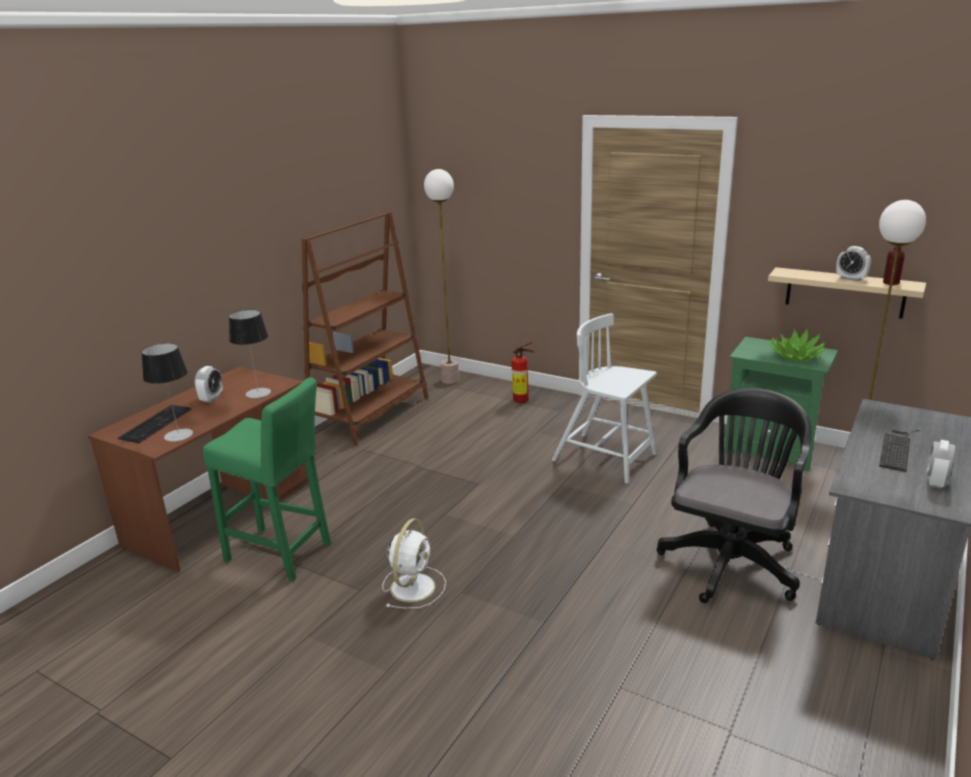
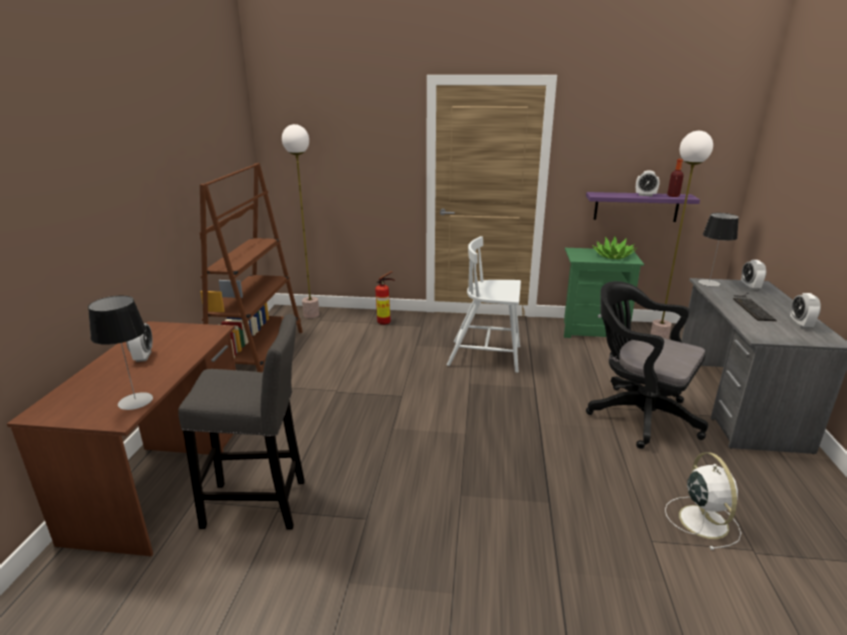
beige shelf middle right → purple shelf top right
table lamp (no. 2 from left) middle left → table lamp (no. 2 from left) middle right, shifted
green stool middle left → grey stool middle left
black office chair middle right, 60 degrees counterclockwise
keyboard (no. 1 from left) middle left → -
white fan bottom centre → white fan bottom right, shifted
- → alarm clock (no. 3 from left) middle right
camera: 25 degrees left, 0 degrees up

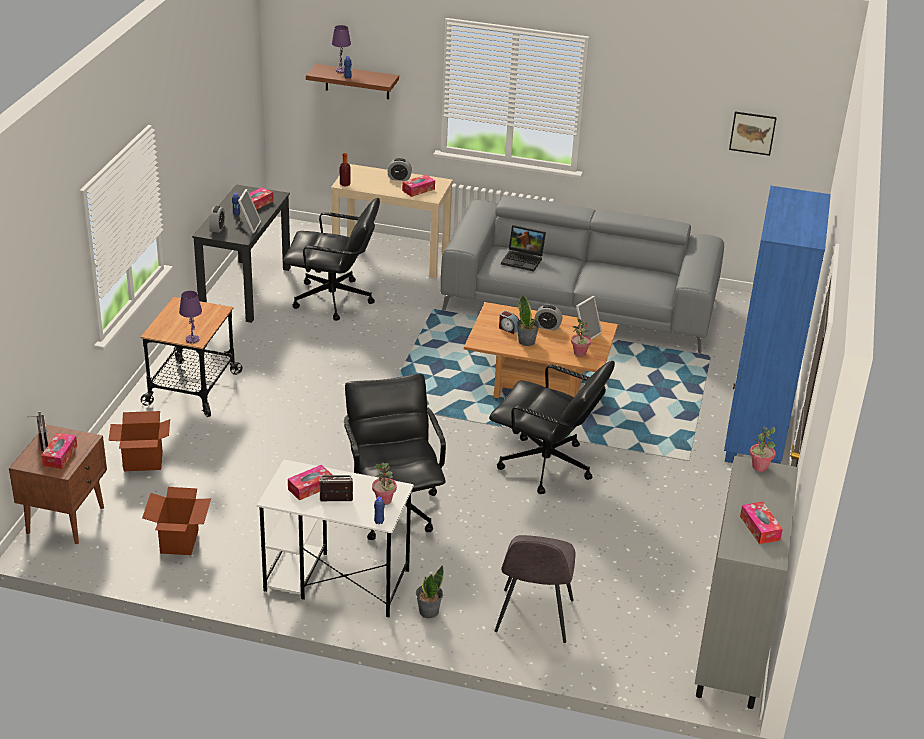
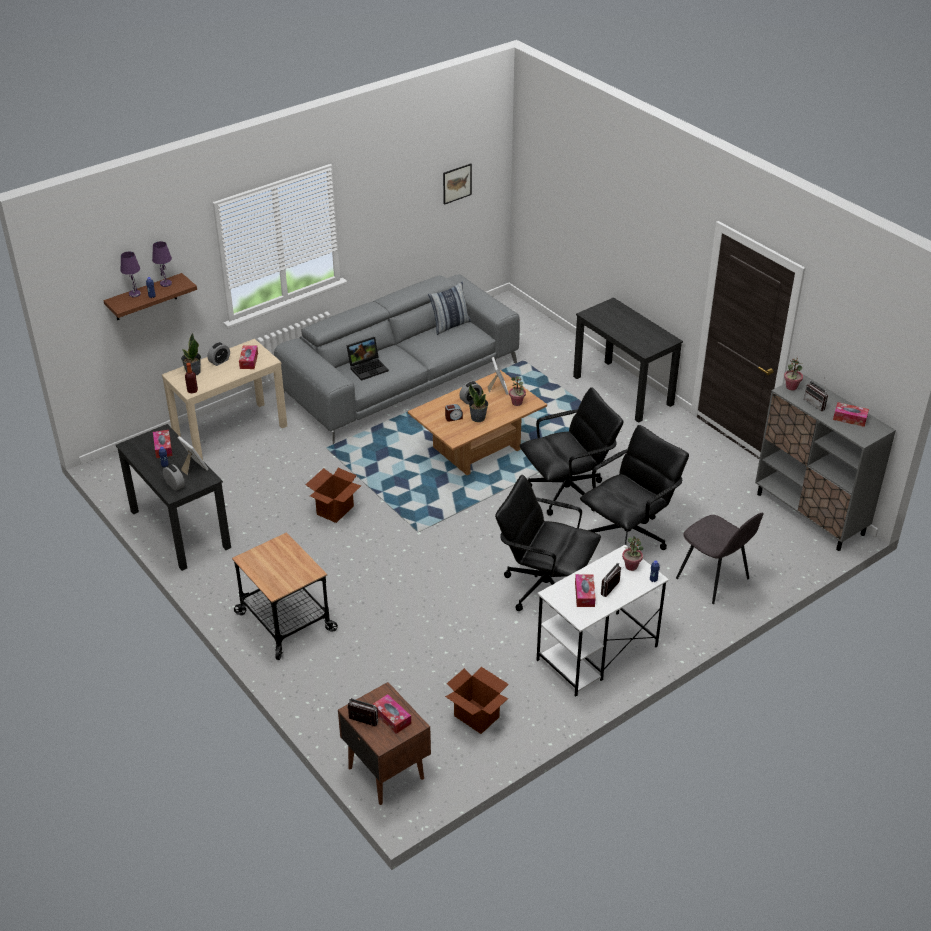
blue bookcase middle right → black desk (no. 2 from left) middle right
black office chair (no. 1 from left in the first image) centre → black office chair (no. 3 from left) middle right, shifted
purple table lamp (no. 1 from left in the first image) middle left → purple table lamp (no. 2 from left) top left, shifted
cardboard box (no. 1 from left) middle left → cardboard box (no. 1 from left) centre, shifted
potted plant (no. 2 from left in the first image) bottom centre → potted plant (no. 1 from left) middle left, shifted
- → pillow top centre
- → radio (no. 3 from left) middle right
camera: 50 degrees left, 5 degrees up

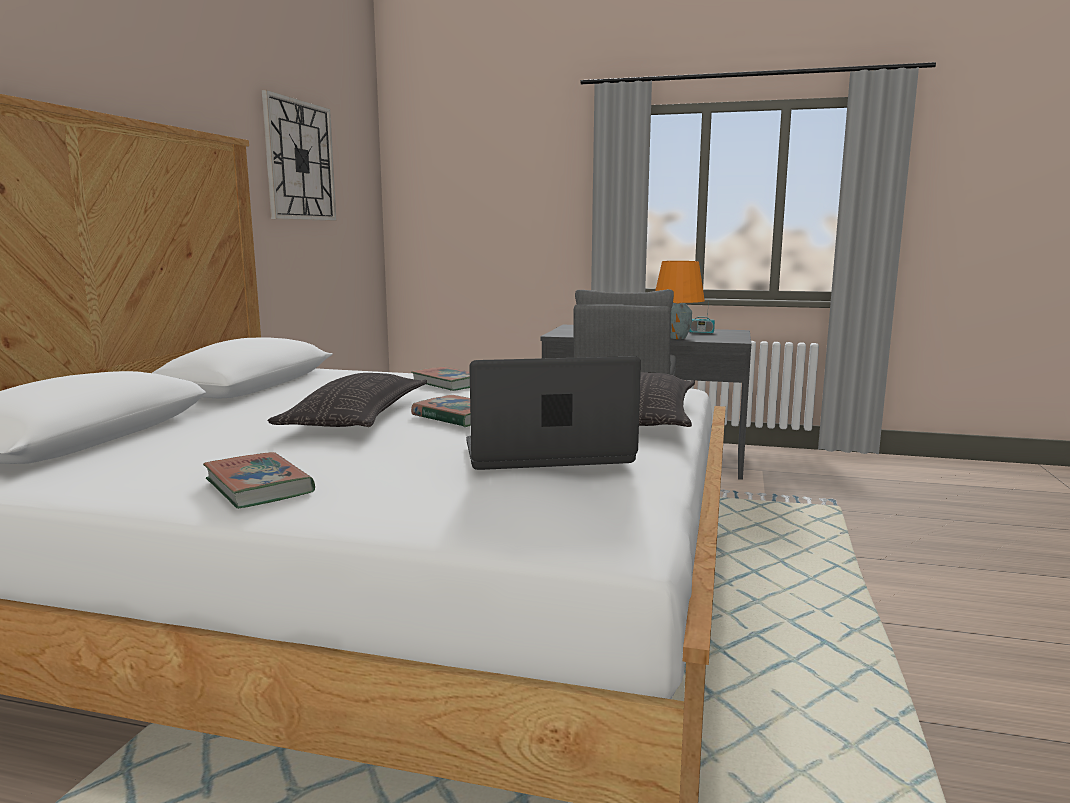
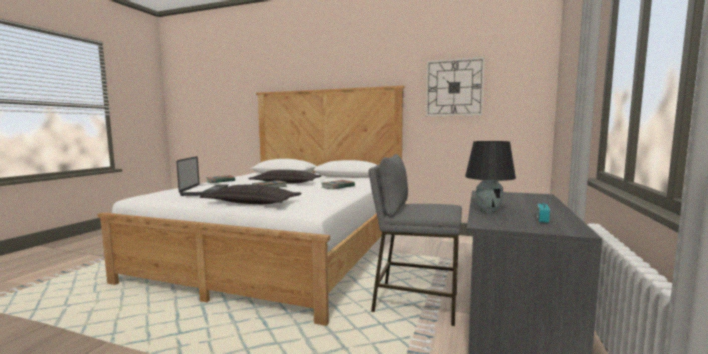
orange table lamp centre → black table lamp middle right
camera: 95 degrees right, 5 degrees down

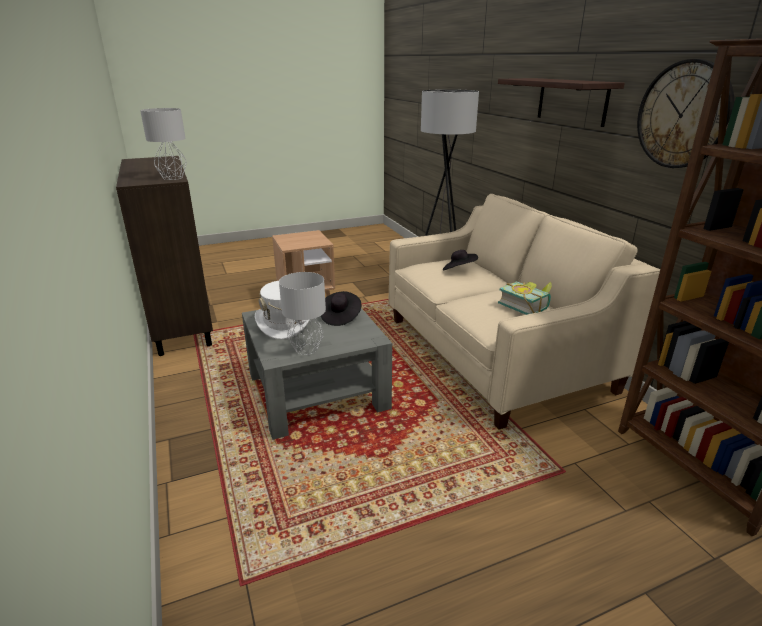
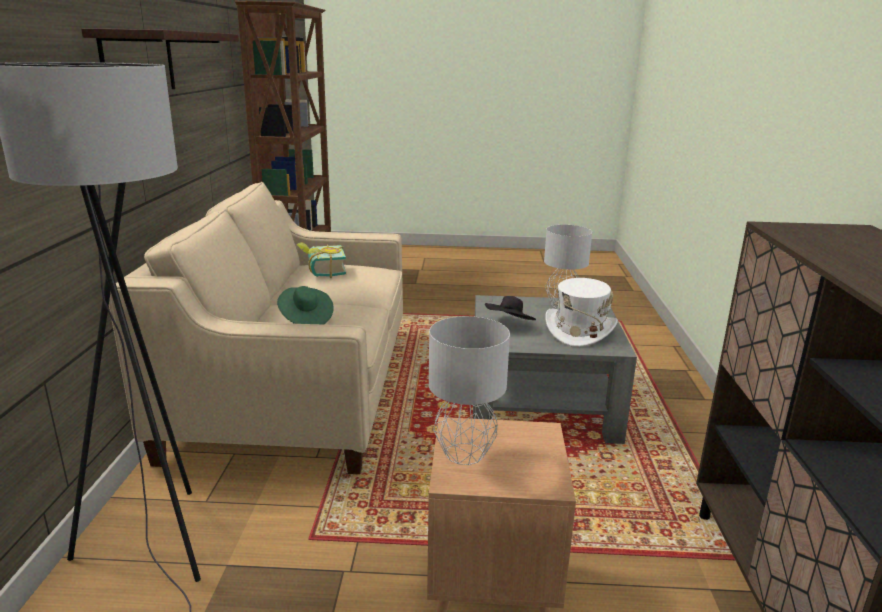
wall clock top right → -
grey table lamp (no. 1 from left) top left → grey table lamp (no. 1 from left) centre, shifted
black hat (no. 2 from left) centre → green hat centre
camera: 155 degrees left, 5 degrees down

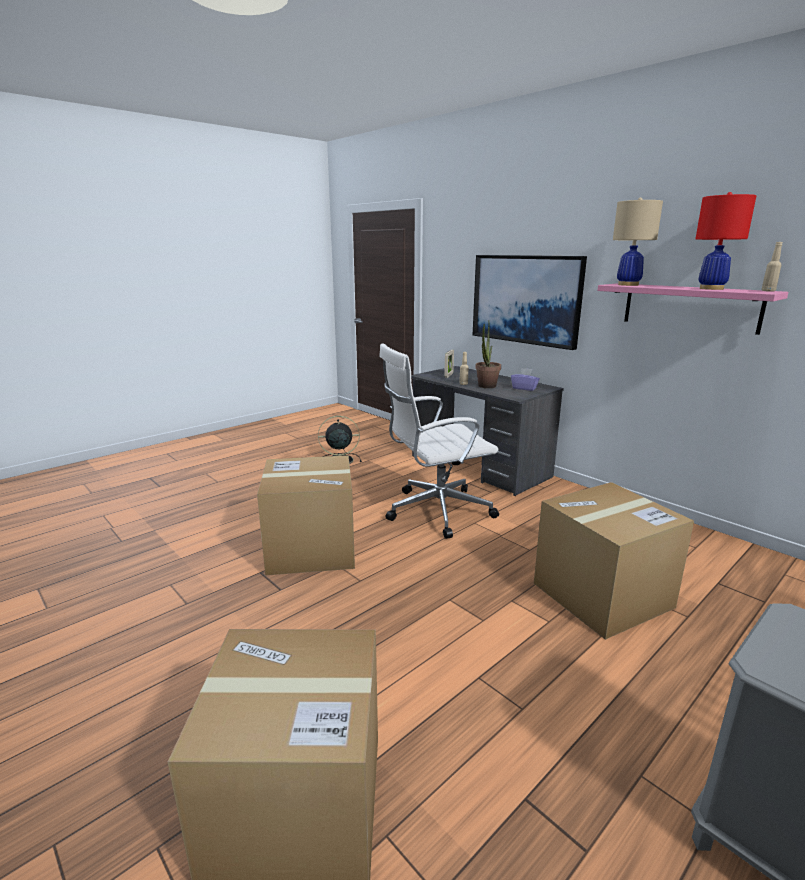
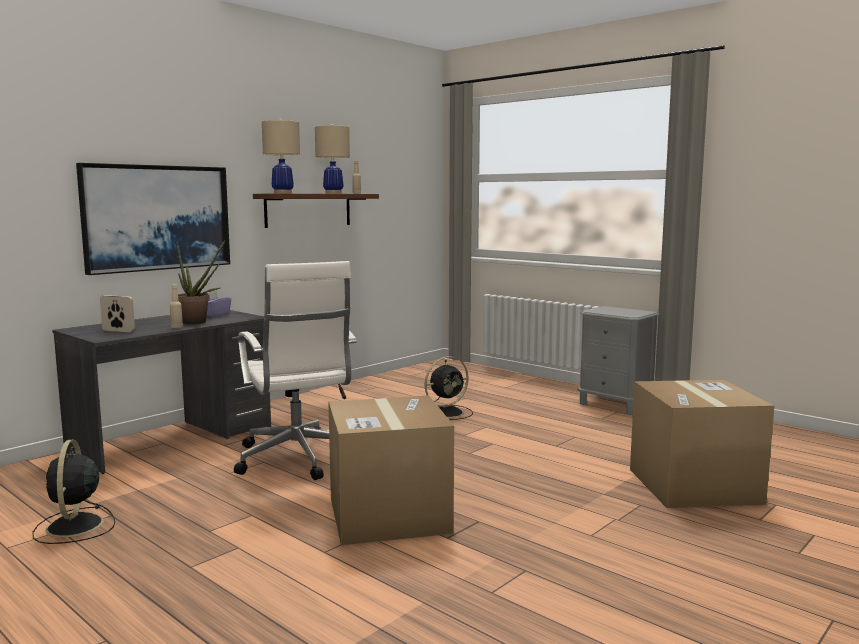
red table lamp top right → beige table lamp (no. 2 from left) top centre
pink shelf middle right → brown shelf top centre
cardboard box (no. 3 from left) middle right → black fan (no. 2 from left) centre
camera: 95 degrees left, 10 degrees down

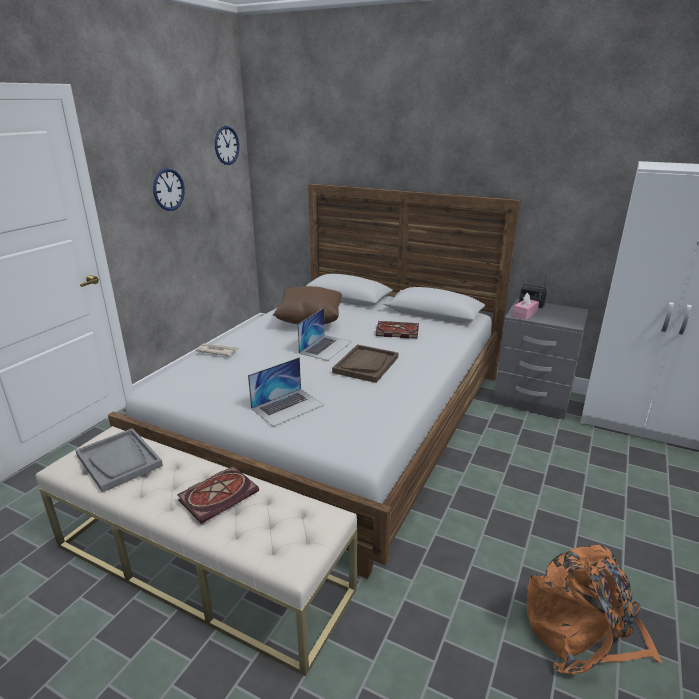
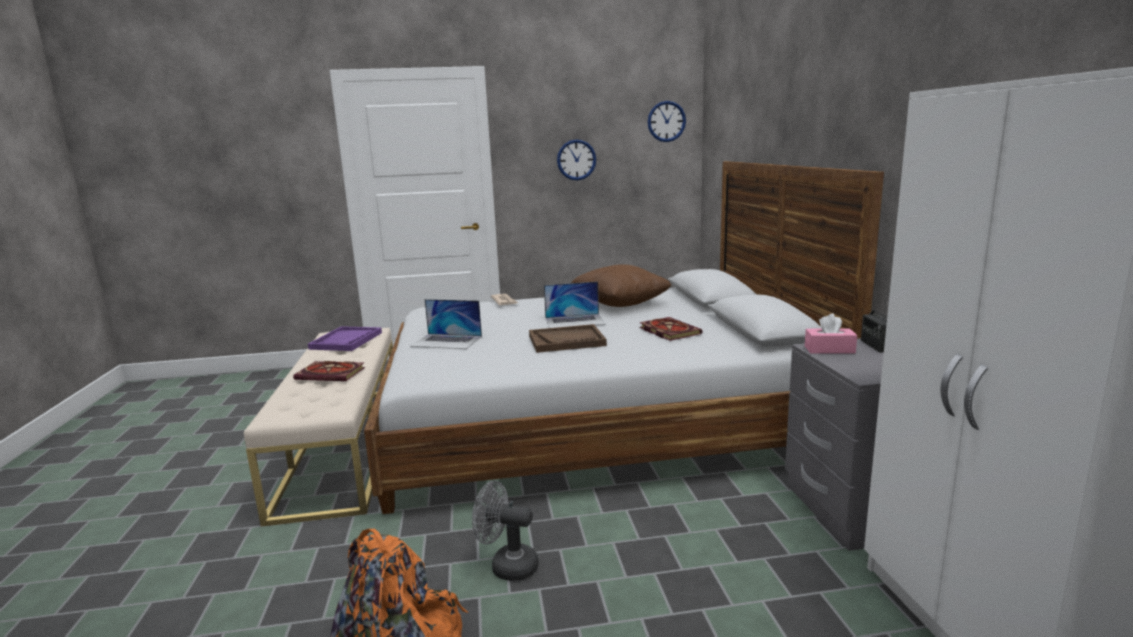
grey tray middle left → purple tray middle left
- → grey fan bottom centre
camera: 55 degrees right, 10 degrees down

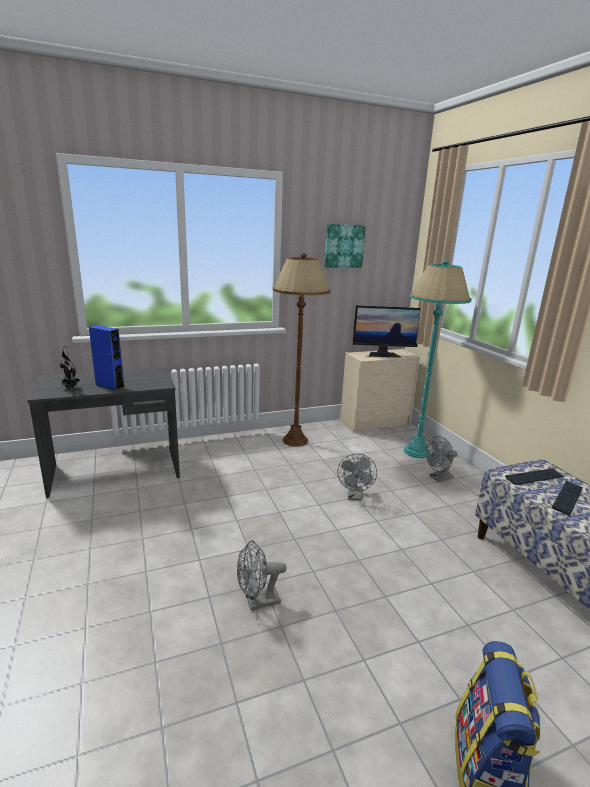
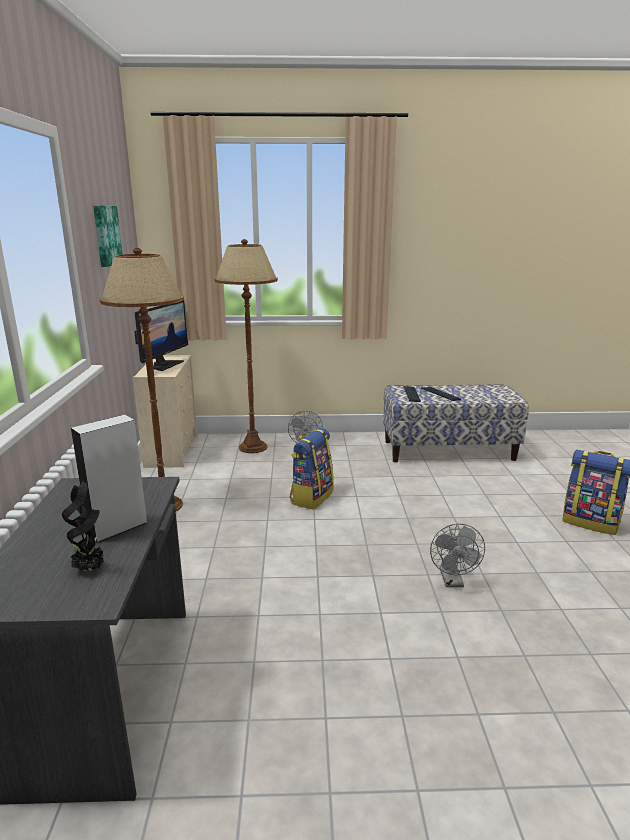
turquoise floor lamp middle right → brown floor lamp (no. 2 from left) centre
blue speaker middle left → grey speaker middle left
grey fan (no. 2 from left) centre → backpack (no. 1 from left) centre
camera: 70 degrees left, 0 degrees up

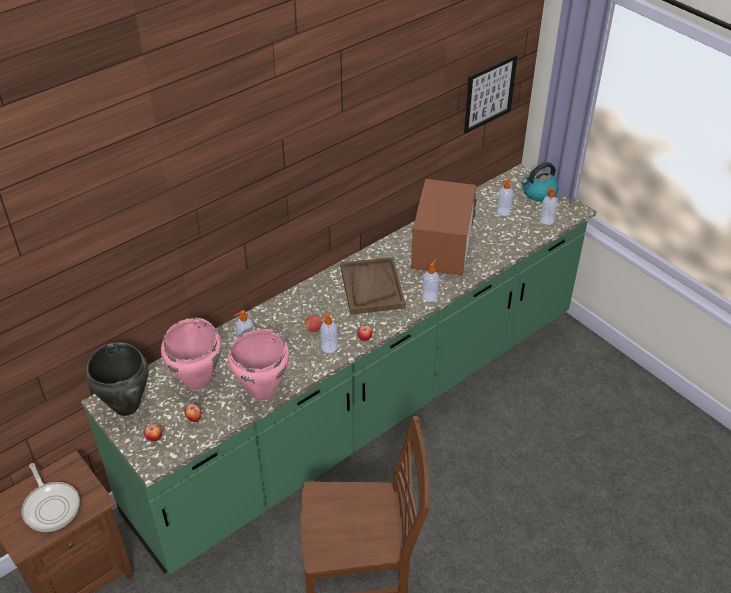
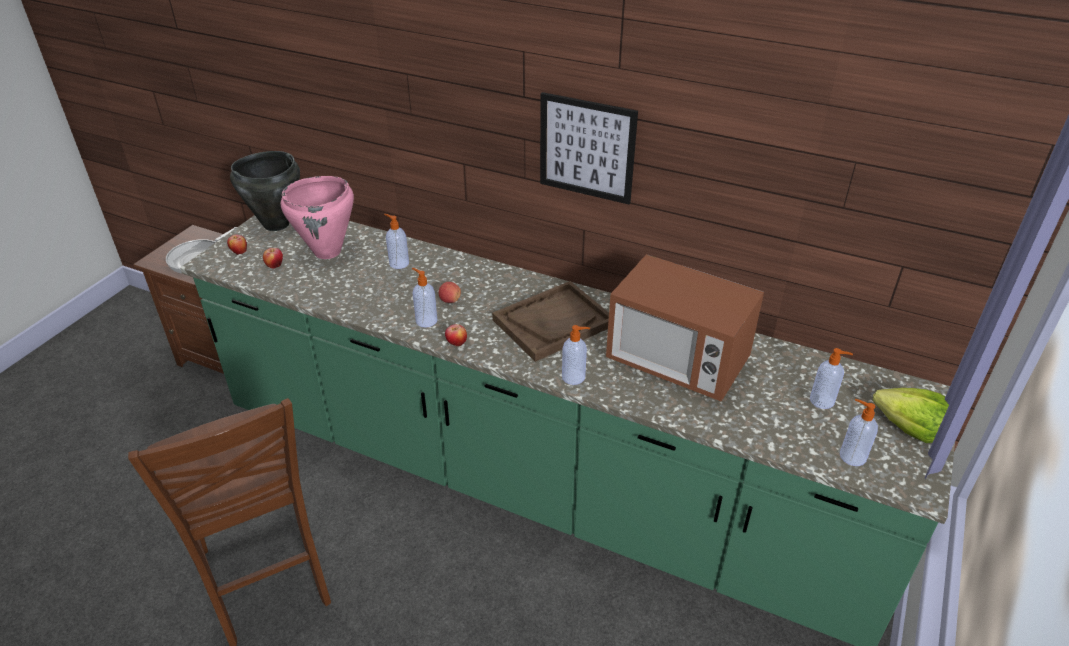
picture top right → picture top centre, shifted
kettle top right → lettuce middle right
microwave centre, 45 degrees clockwise
pink cooking pot (no. 2 from left) centre → -
camera: 65 degrees right, 5 degrees down

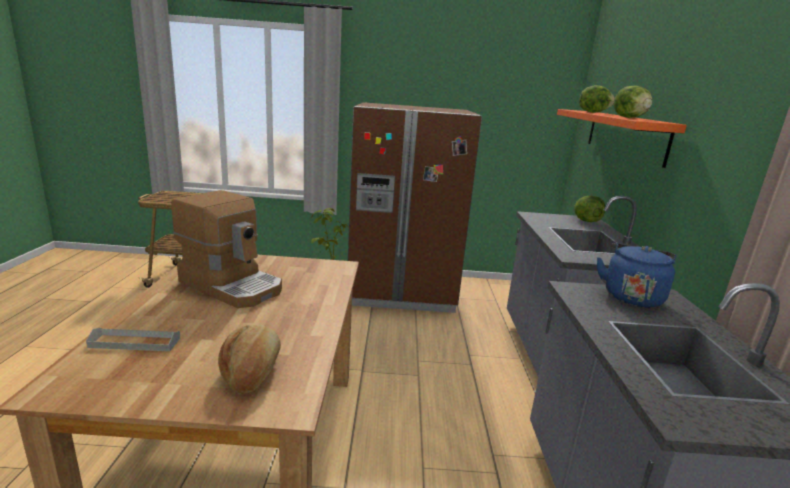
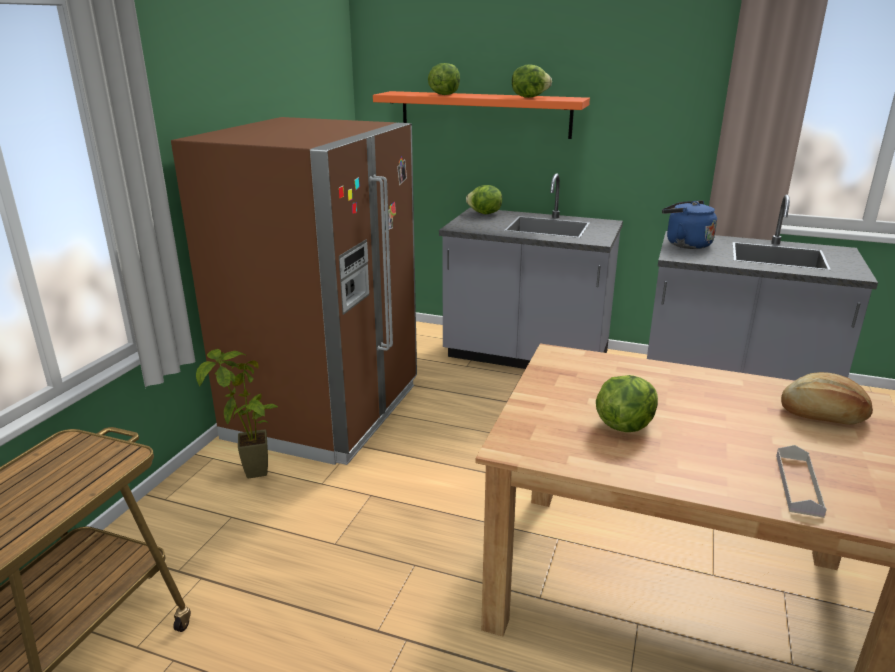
coffee machine middle left → lettuce (no. 4 from left) middle right
camera: 70 degrees left, 5 degrees up

